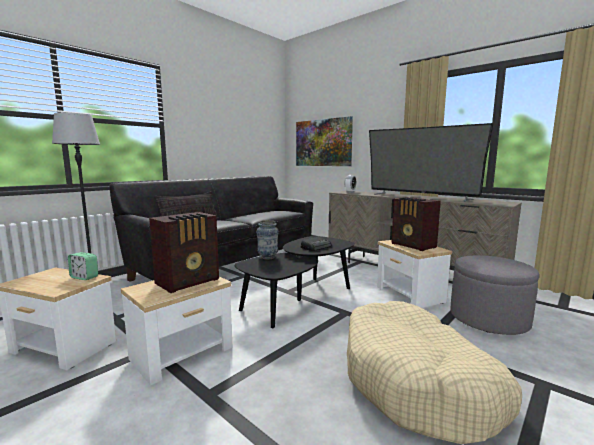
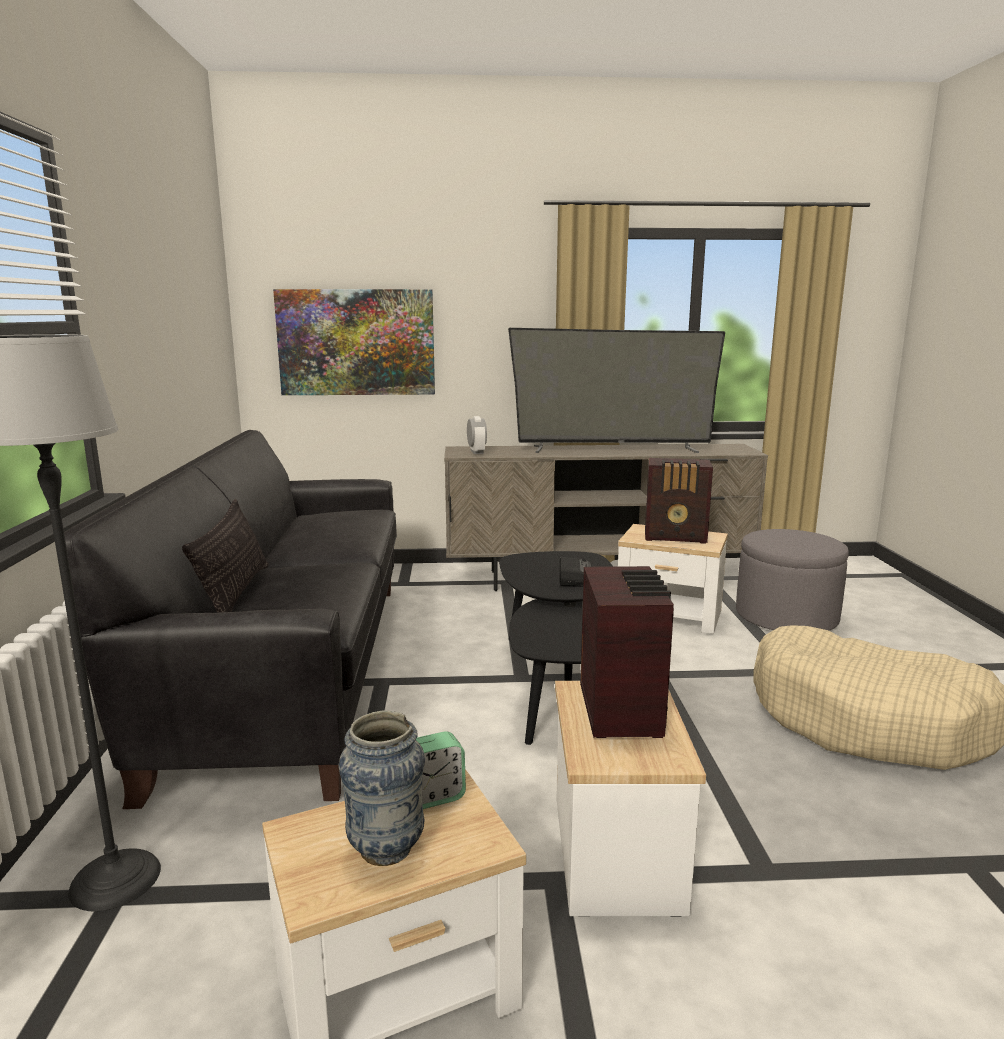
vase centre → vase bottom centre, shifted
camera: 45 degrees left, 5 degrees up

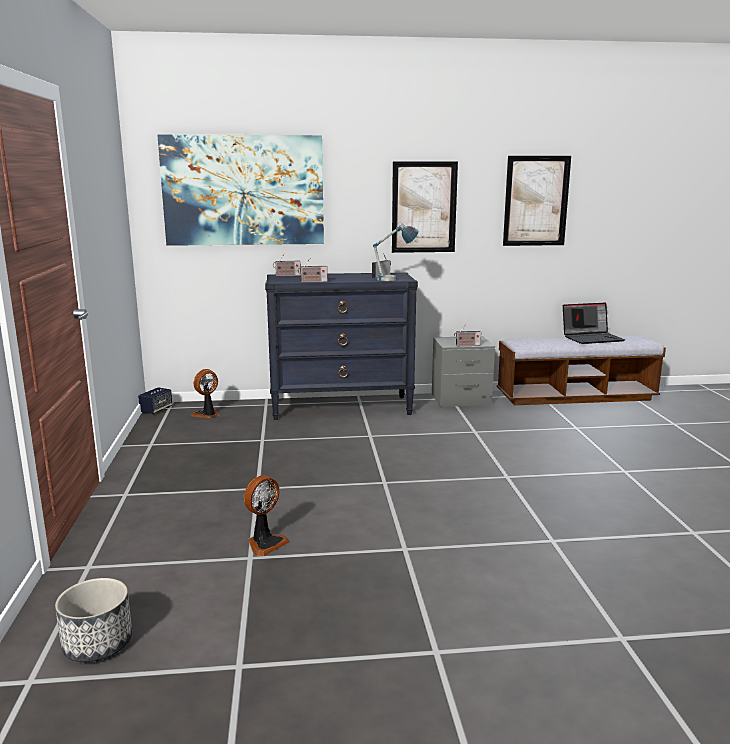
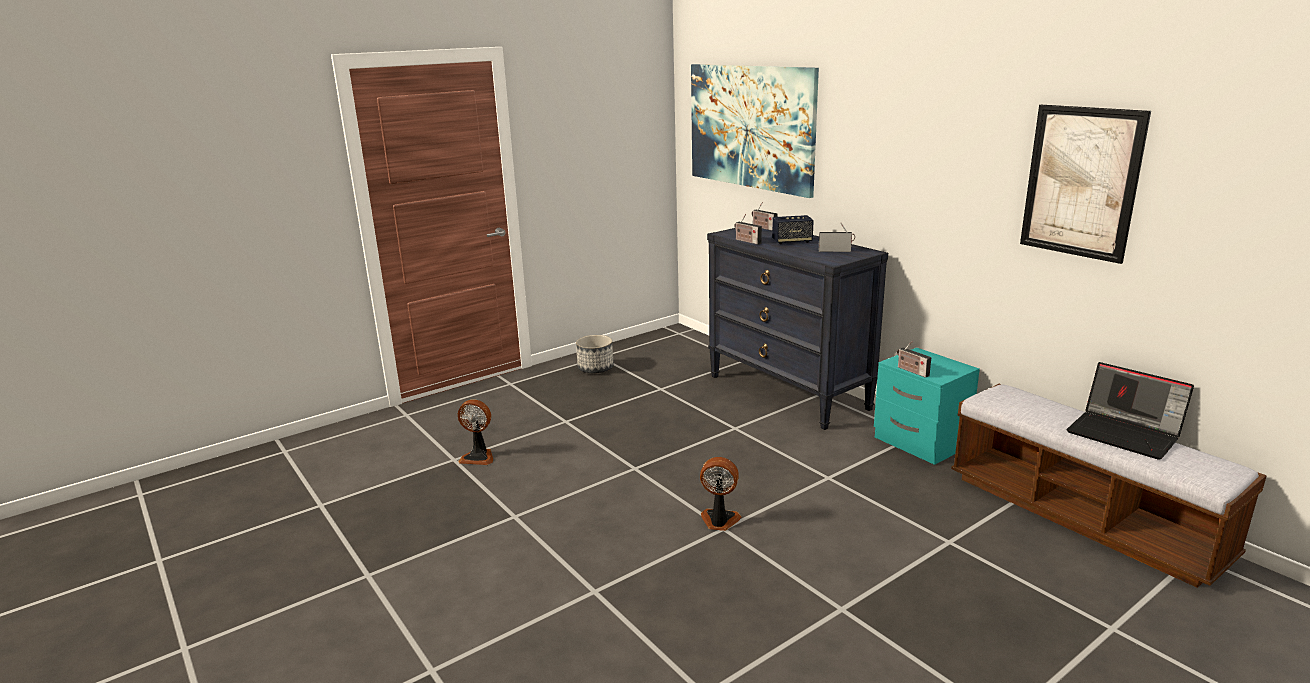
picture (no. 2 from left) top centre → -
table lamp centre → -
grey nightstand centre → turquoise nightstand middle right
fan (no. 1 from left in the first image) middle left → fan (no. 2 from left) bottom centre, shifted
speaker middle left → speaker centre, shifted
planter bottom left → planter centre, shifted
camera: 60 degrees right, 5 degrees up

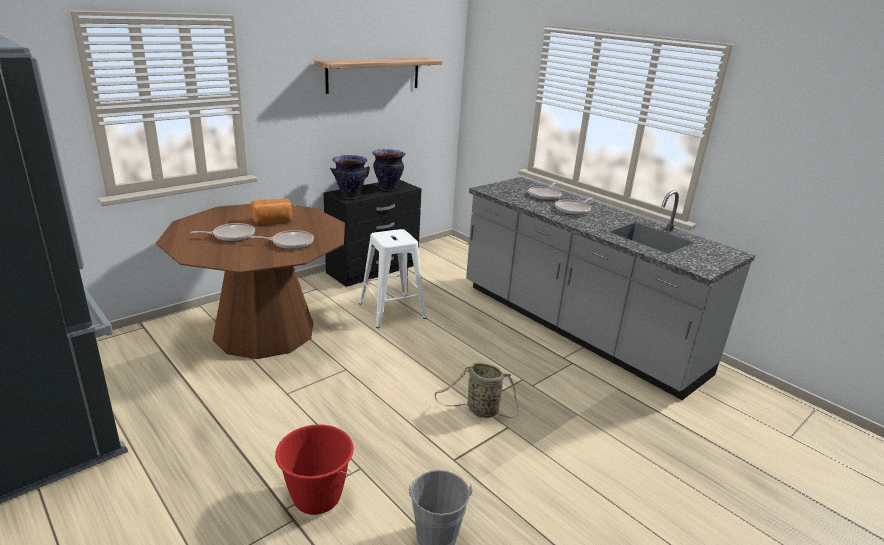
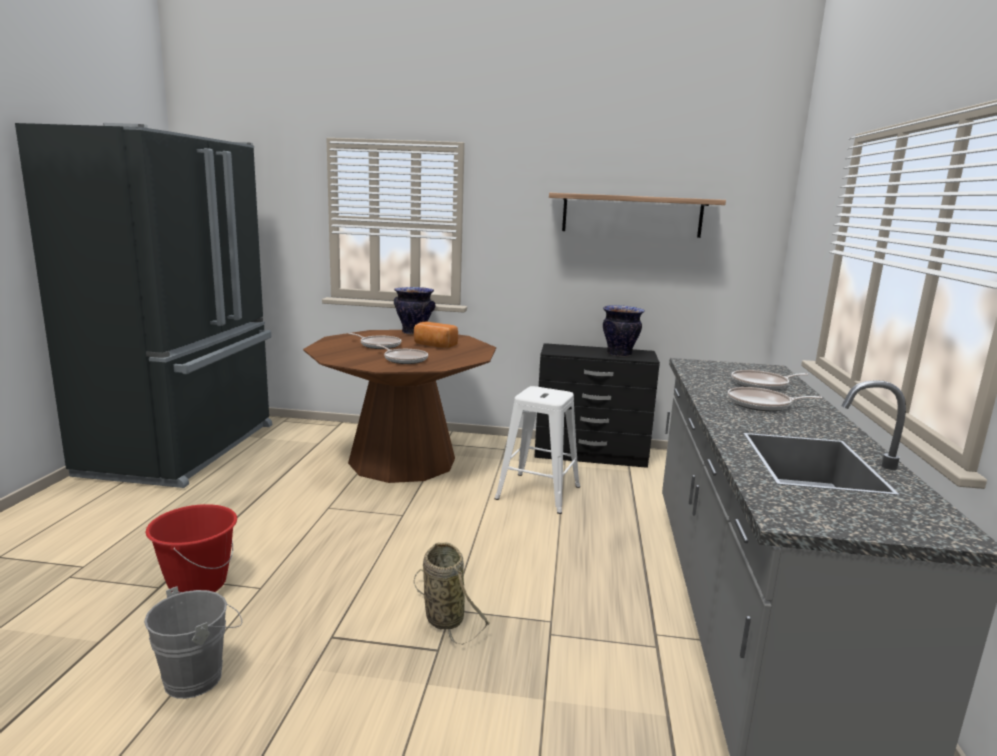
vase (no. 1 from left) top centre → vase (no. 1 from left) centre, shifted
camera: 50 degrees right, 10 degrees down

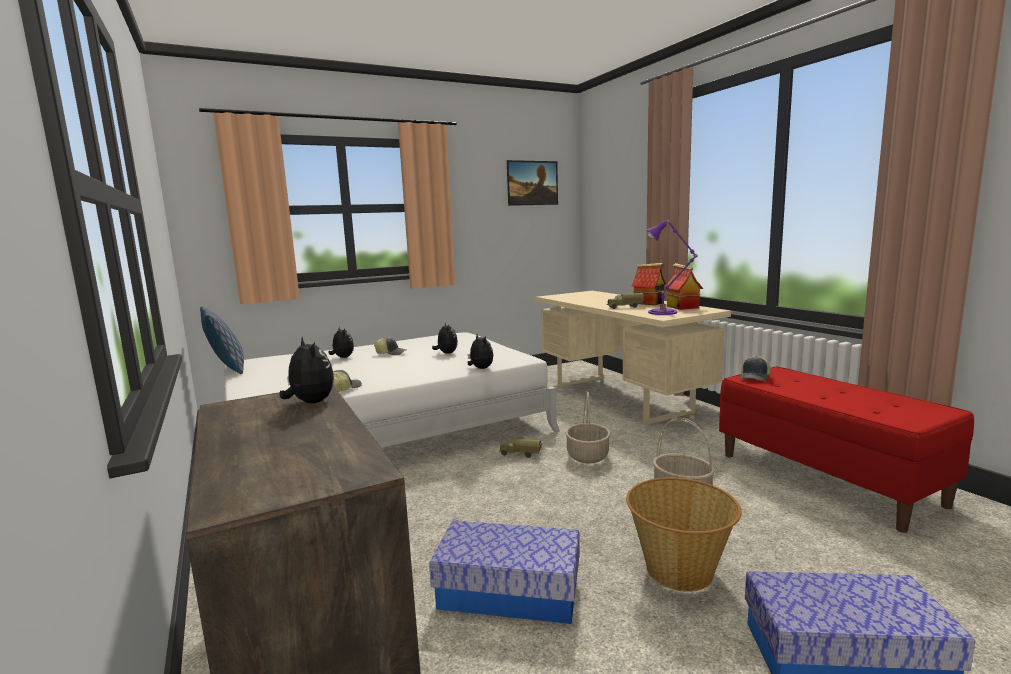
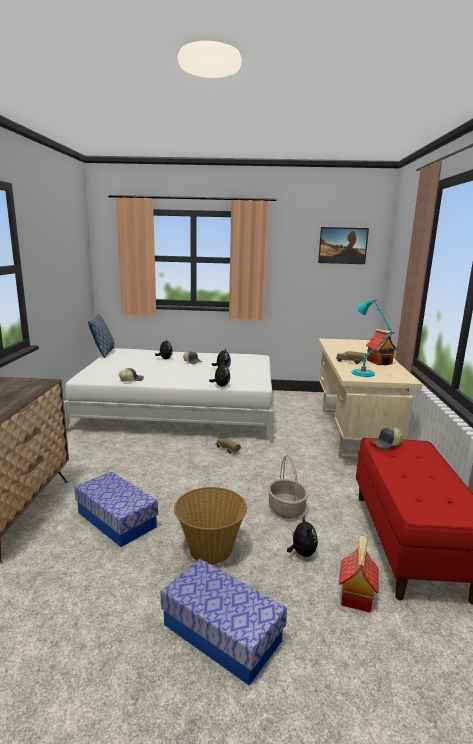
purple table lamp centre → turquoise table lamp middle right
toy house (no. 2 from left in the first image) middle right → toy house (no. 1 from left) bottom right, shifted
plush toy (no. 1 from left in the first image) middle left → plush toy (no. 4 from left) bottom centre, shifted
basket (no. 1 from left) centre → -
camera: 30 degrees right, 5 degrees up

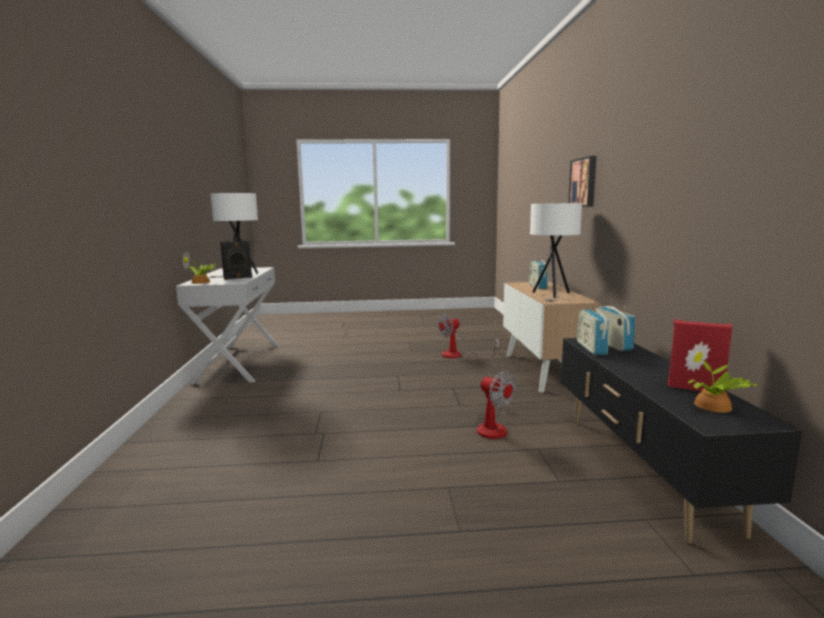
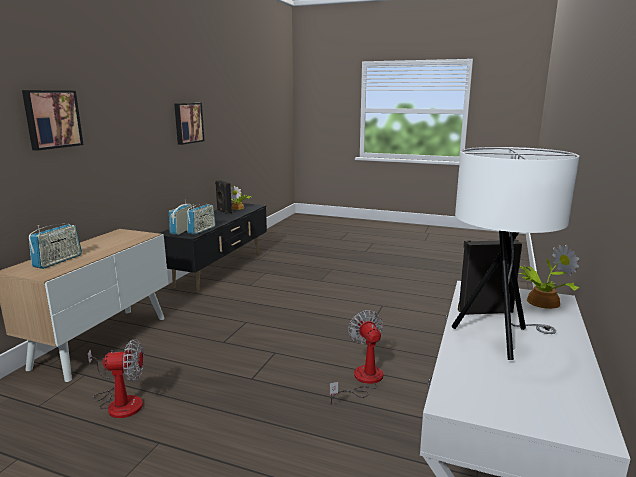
white table lamp (no. 2 from left) middle right → -
red speaker middle right → black speaker (no. 1 from left) centre
fan (no. 2 from left) centre → fan (no. 2 from left) bottom centre, shifted
- → picture (no. 2 from left) top left
camera: 155 degrees left, 5 degrees up

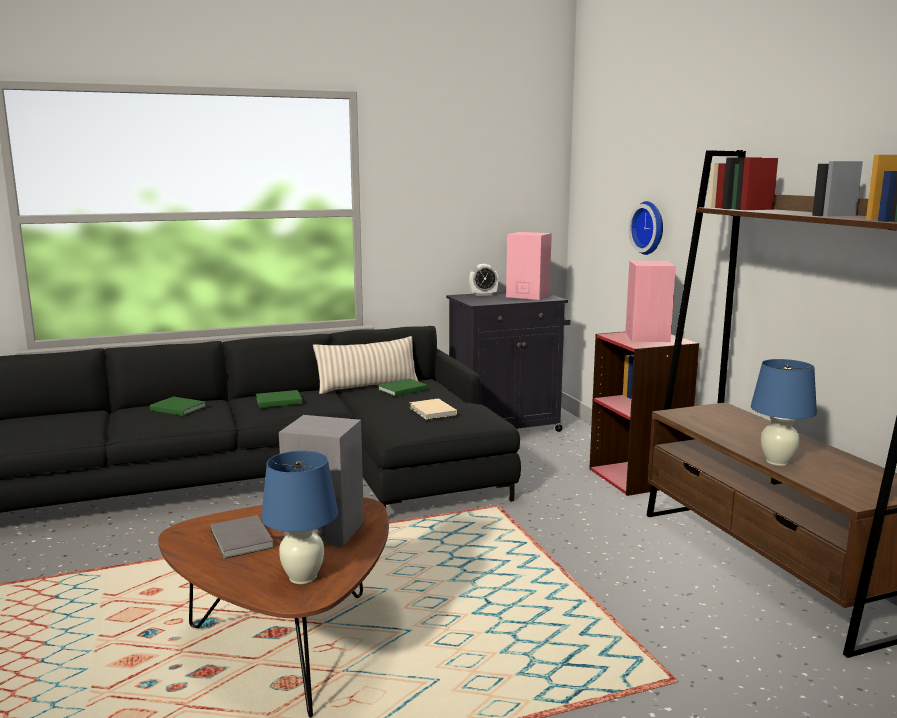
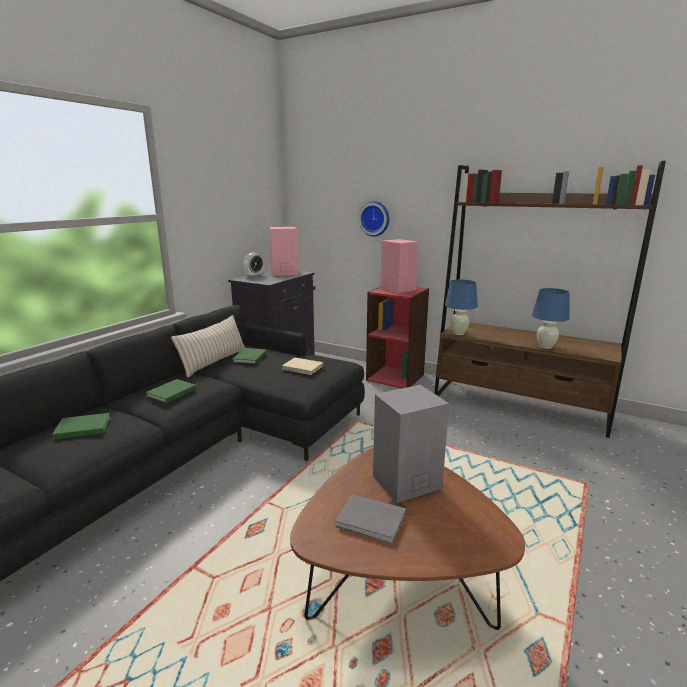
blue table lamp (no. 1 from left) bottom centre → blue table lamp (no. 1 from left) middle right, shifted
camera: 40 degrees left, 5 degrees up

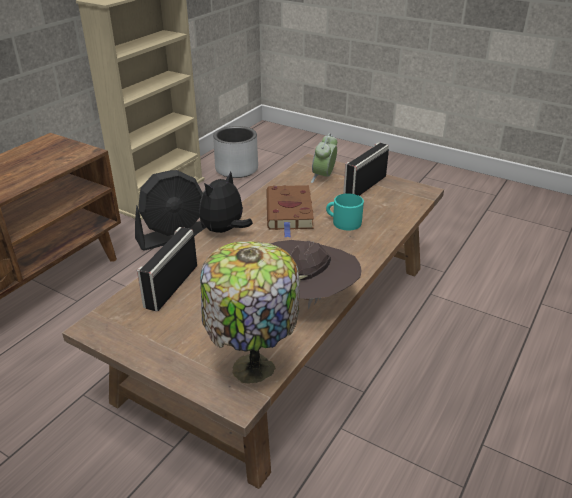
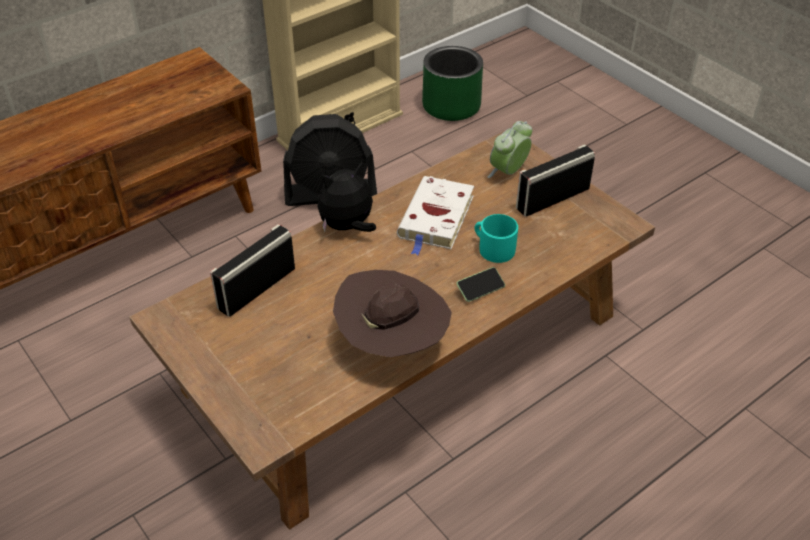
grey planter top centre → green planter top centre
brown book centre → white book centre
table lamp centre → -
- → phone centre
camera: 20 degrees right, 10 degrees up

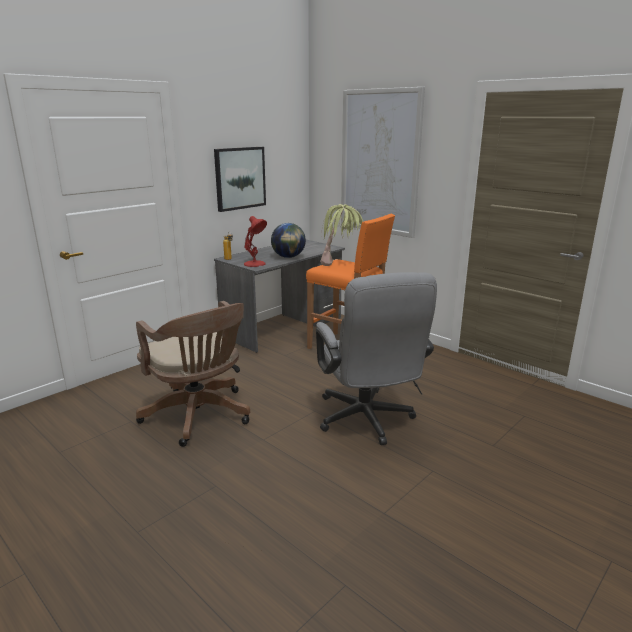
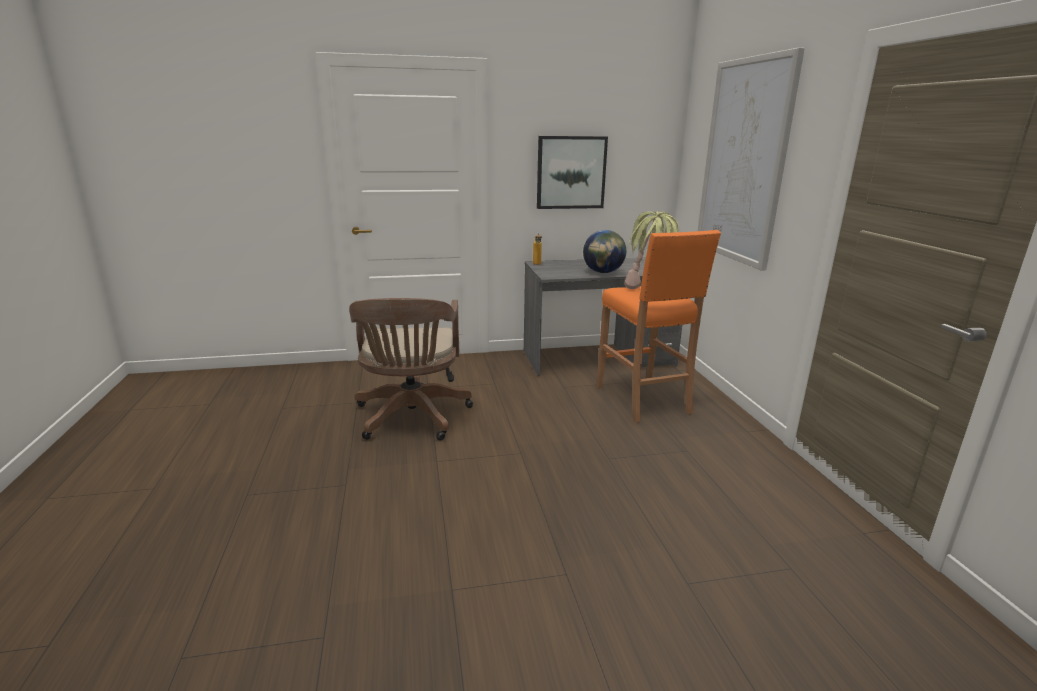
red table lamp centre → -
grey office chair centre → -
camera: 35 degrees right, 0 degrees up

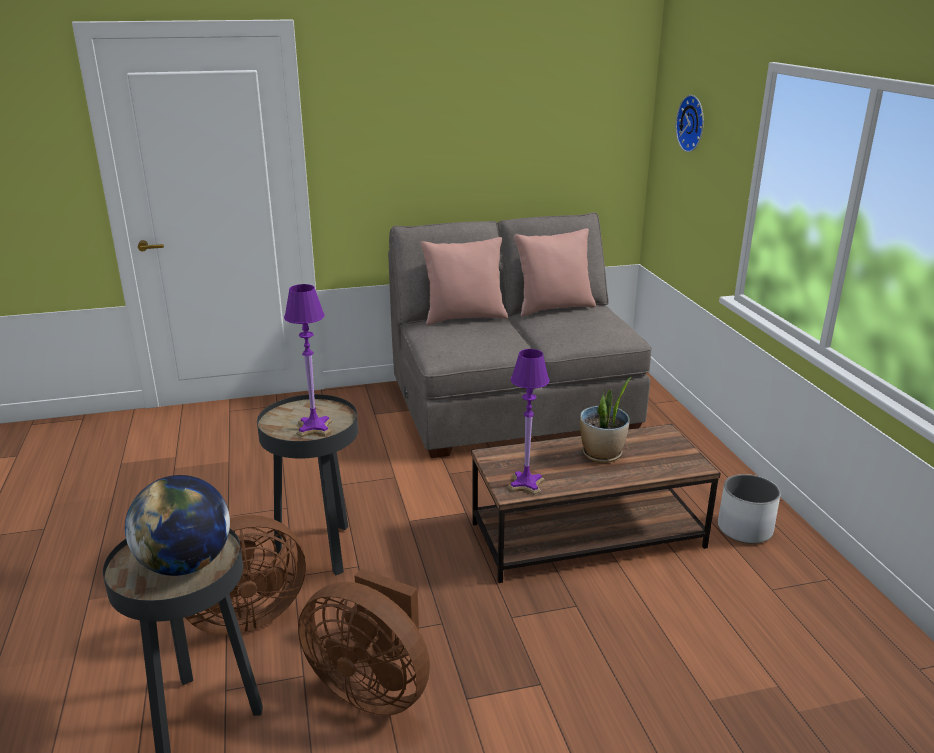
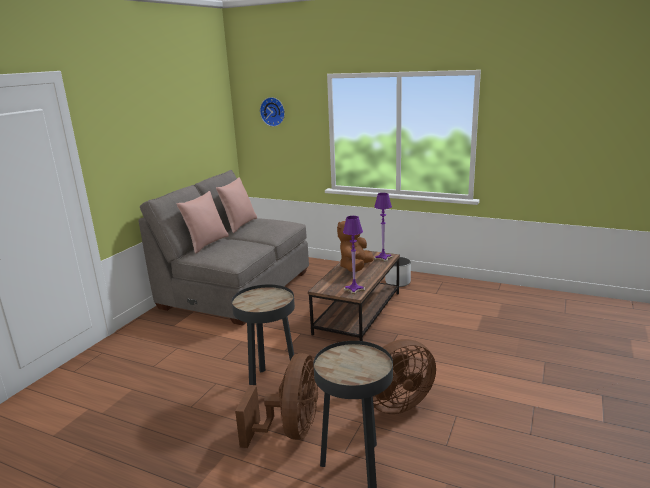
purple table lamp (no. 1 from left in the first image) middle left → purple table lamp (no. 2 from left) centre, shifted
potted plant centre → brown plush toy centre
globe bottom left → -
camera: 50 degrees left, 5 degrees down

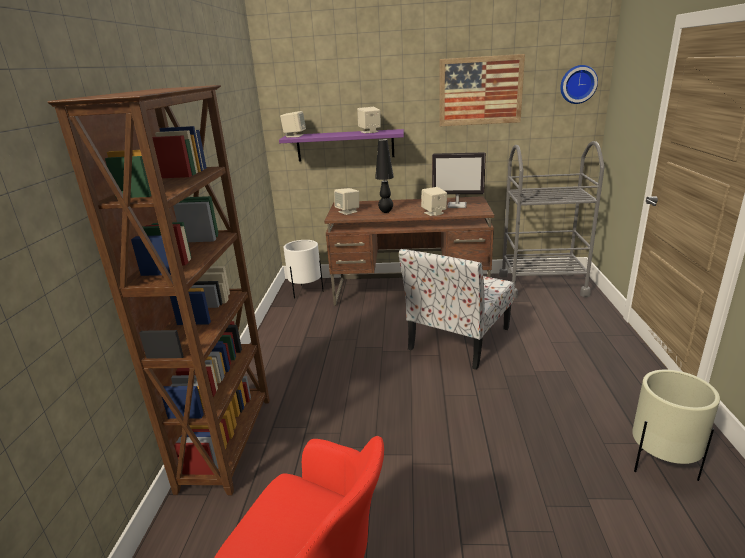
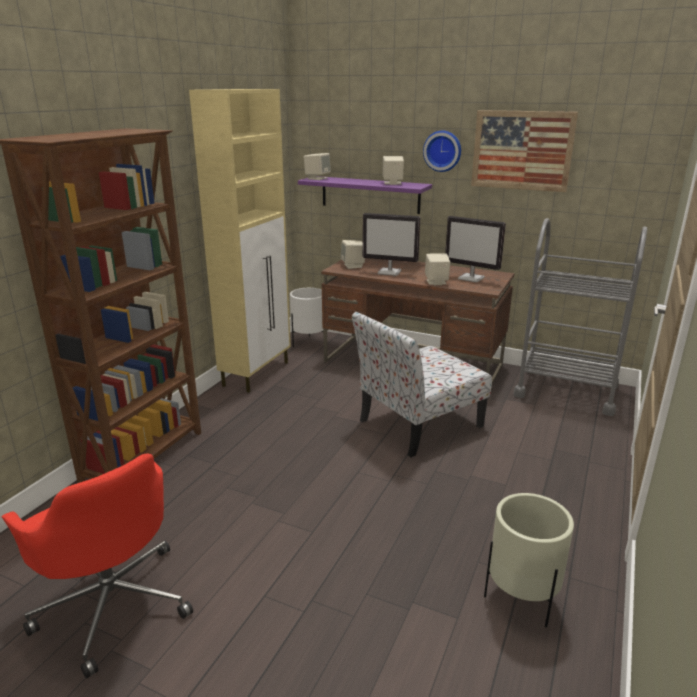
wall clock top right → wall clock top centre, shifted
black table lamp top centre → monitor (no. 1 from left) centre
- → beige cabinet centre
camera: 20 degrees right, 0 degrees up

